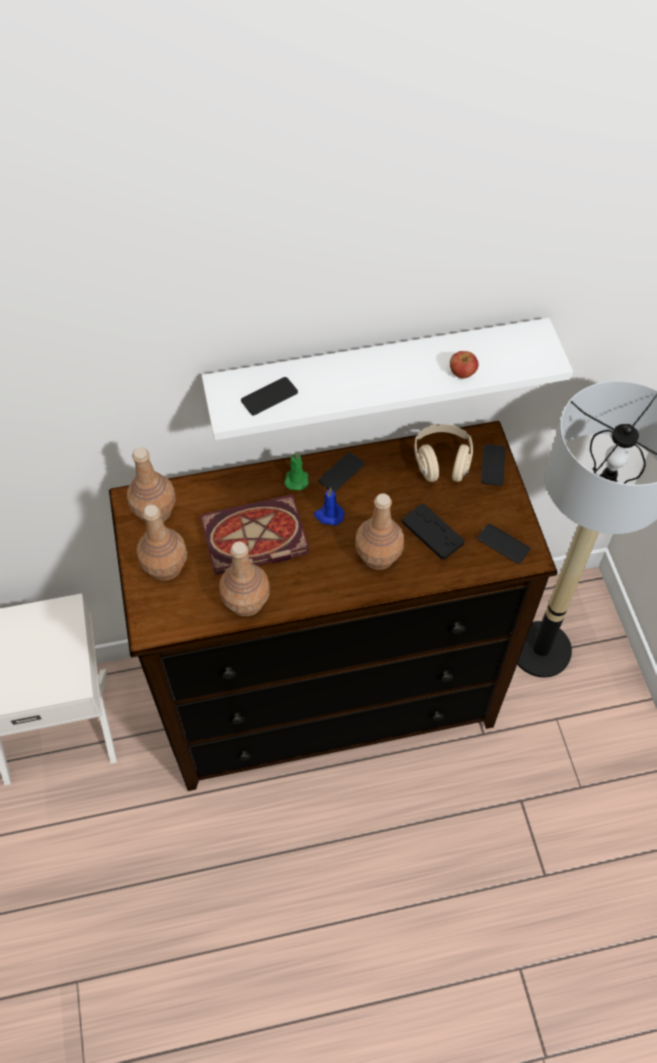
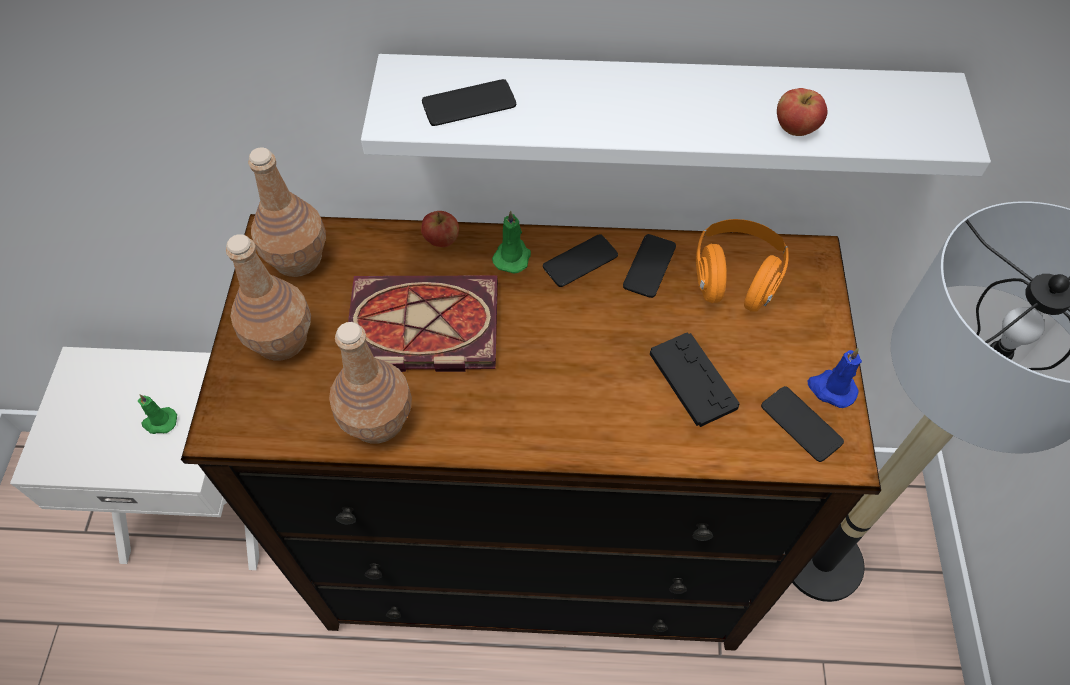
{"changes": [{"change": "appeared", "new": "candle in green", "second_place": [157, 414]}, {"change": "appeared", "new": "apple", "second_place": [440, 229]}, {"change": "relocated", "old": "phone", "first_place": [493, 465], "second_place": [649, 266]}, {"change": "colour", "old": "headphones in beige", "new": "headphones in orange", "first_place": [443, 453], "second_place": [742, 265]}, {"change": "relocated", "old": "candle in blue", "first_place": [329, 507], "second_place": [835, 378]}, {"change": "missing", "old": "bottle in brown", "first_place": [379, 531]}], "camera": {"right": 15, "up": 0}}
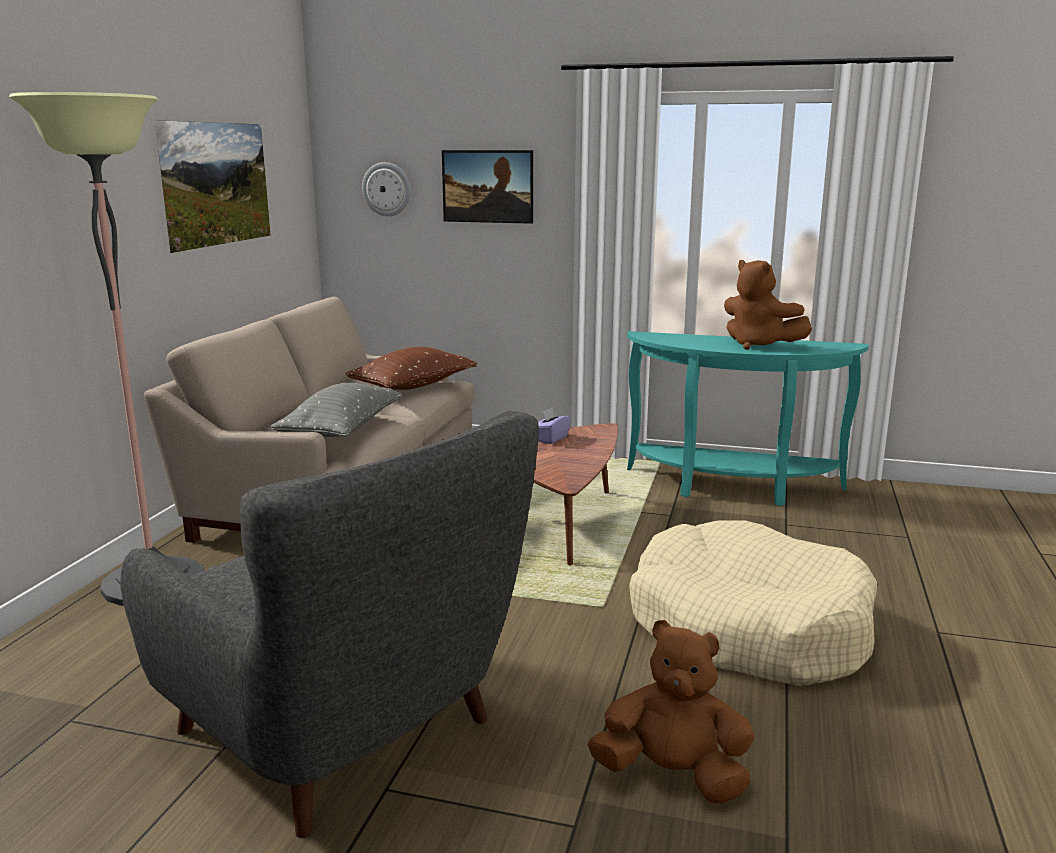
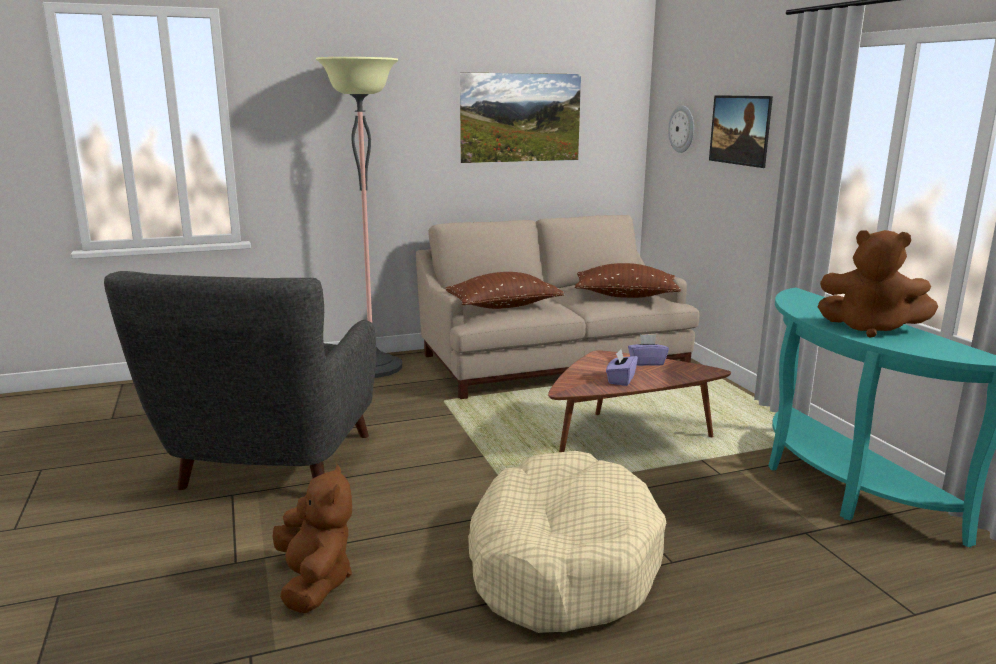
{"changes": [{"change": "colour", "old": "pillow in grey", "new": "pillow in brown", "first_place": [336, 410], "second_place": [505, 290]}, {"change": "appeared", "new": "tissue box in purple", "second_place": [622, 367]}, {"change": "spun", "old": "plush toy in brown", "first_place": [768, 305], "second_place": [878, 284], "degrees": -75}], "camera": {"right": 55, "up": 0}}
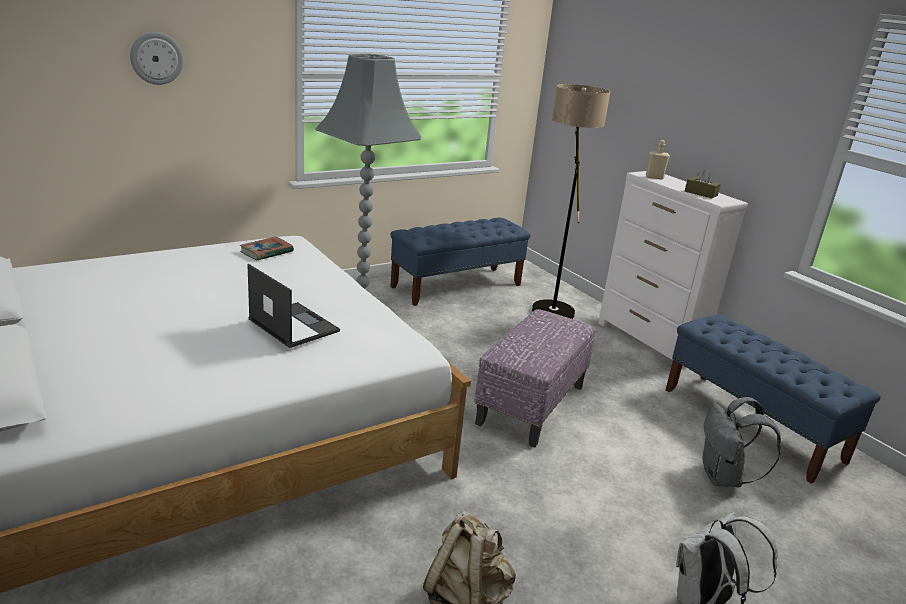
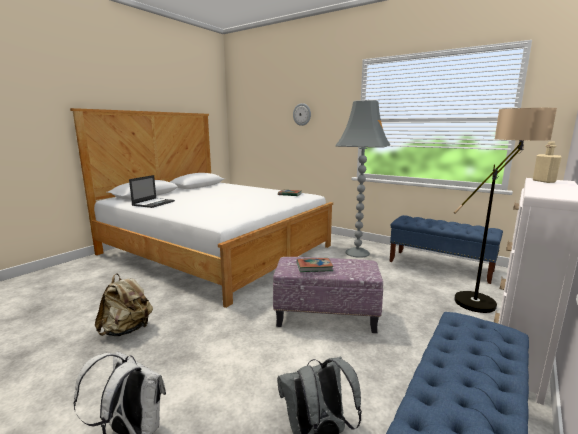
{"changes": [{"change": "relocated", "old": "laptop", "first_place": [293, 306], "second_place": [152, 191]}, {"change": "appeared", "new": "book", "second_place": [315, 265]}, {"change": "missing", "old": "tissue box in brown", "first_place": [703, 183]}], "camera": {"right": 70, "up": -10}}
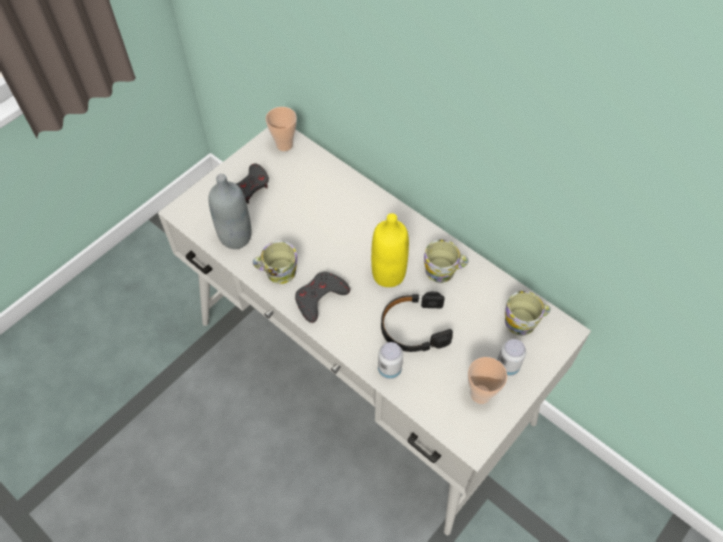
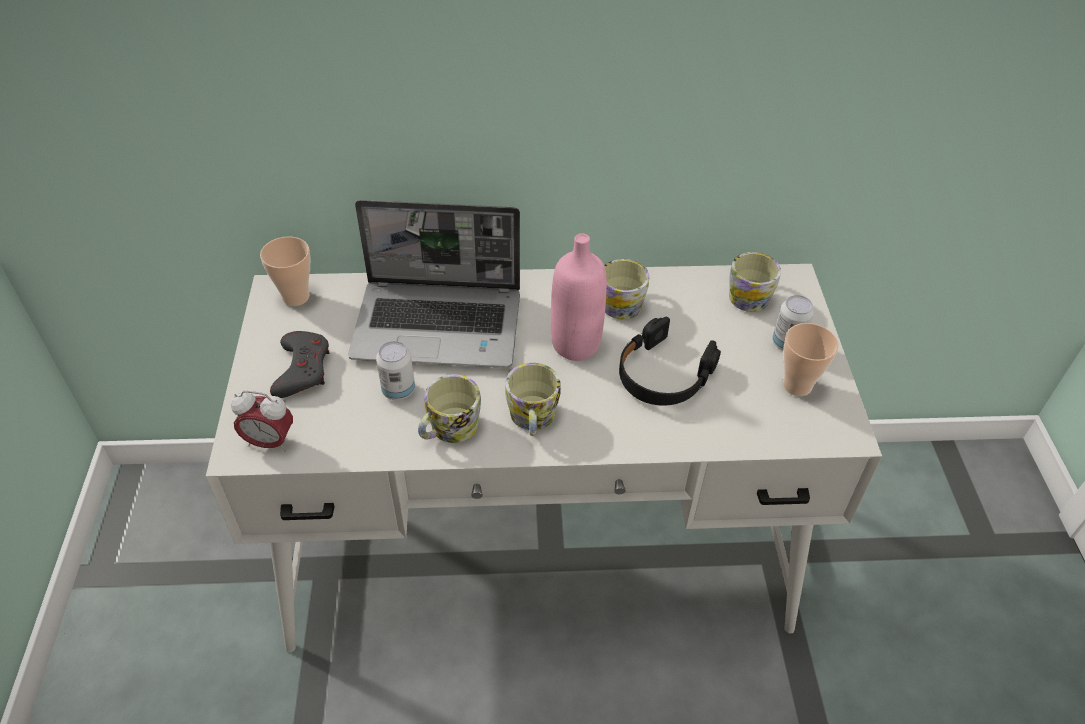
{"changes": [{"change": "appeared", "new": "alarm clock", "second_place": [262, 421]}, {"change": "appeared", "new": "laptop", "second_place": [434, 284]}, {"change": "relocated", "old": "can", "first_place": [390, 360], "second_place": [395, 370]}, {"change": "exchanged", "old": "game controller in grey", "new": "mug", "first_place": [322, 297], "second_place": [533, 399]}, {"change": "colour", "old": "bottle in yellow", "new": "bottle in pink", "first_place": [390, 250], "second_place": [579, 297]}, {"change": "missing", "old": "bottle in grey", "first_place": [230, 211]}], "camera": {"right": -45, "up": -10}}
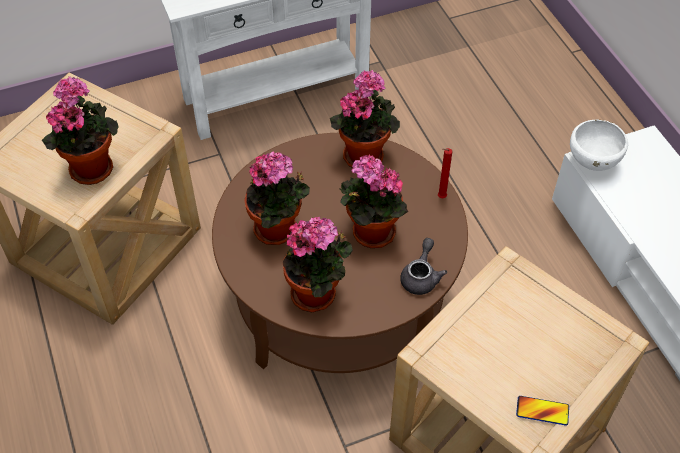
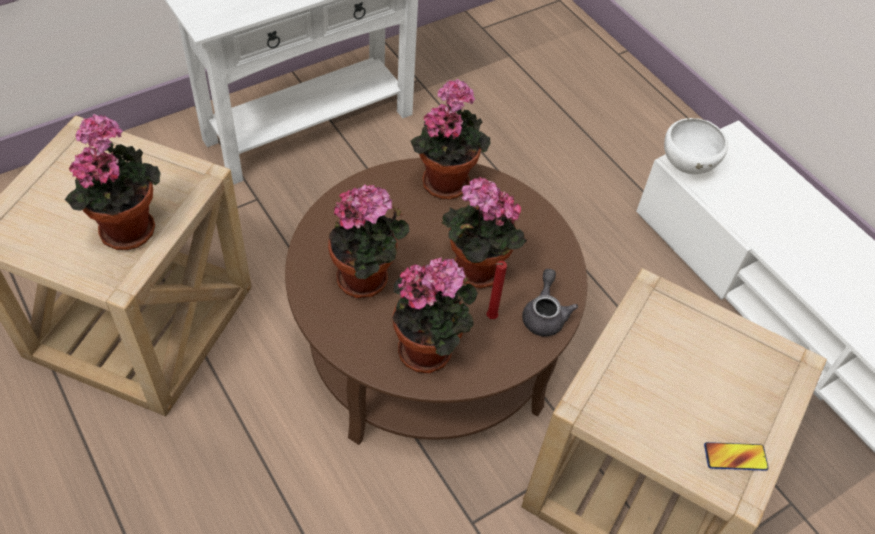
{"changes": [{"change": "relocated", "old": "candle in red", "first_place": [445, 173], "second_place": [496, 290]}], "camera": {"right": -15, "up": 0}}
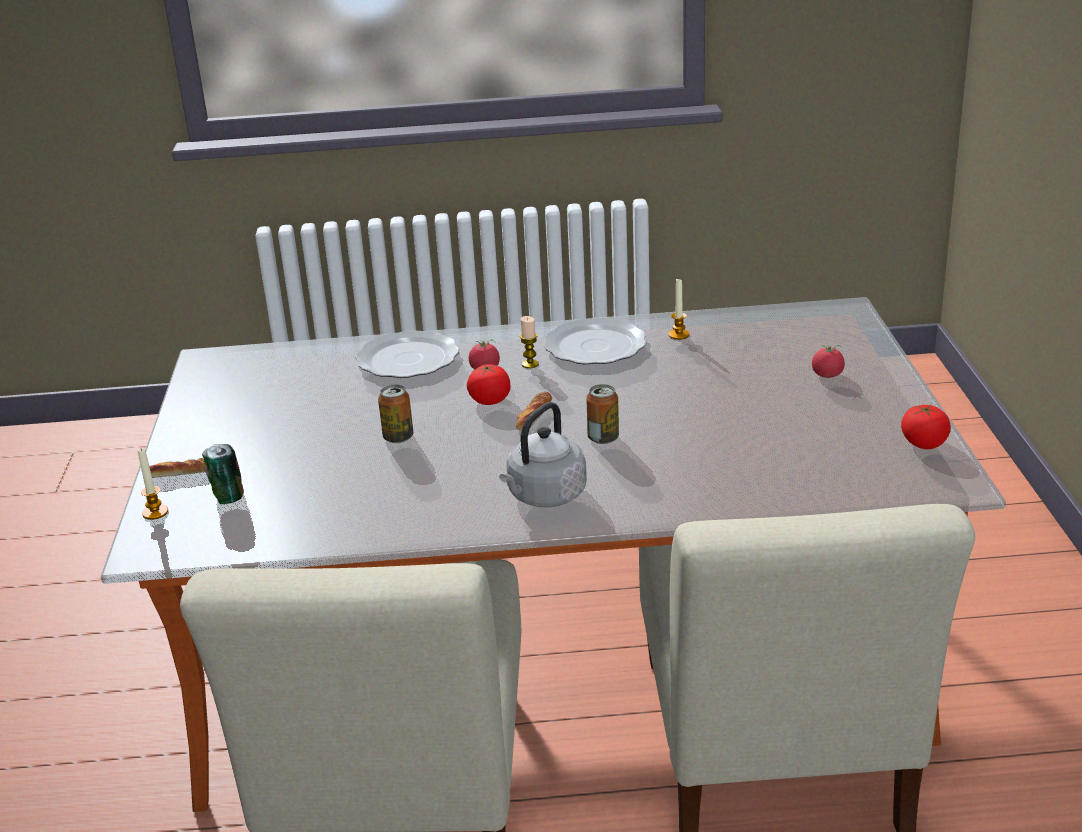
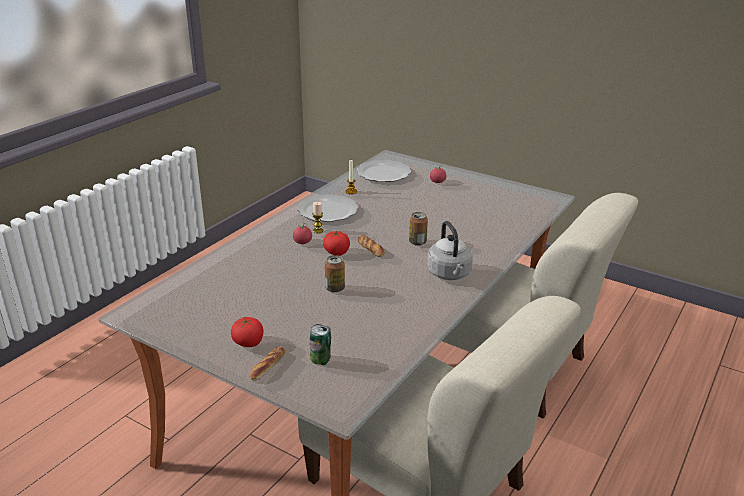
{"changes": [{"change": "relocated", "old": "tomato", "first_place": [926, 427], "second_place": [247, 332]}, {"change": "relocated", "old": "plate", "first_place": [407, 354], "second_place": [384, 171]}, {"change": "missing", "old": "candle", "first_place": [153, 484]}], "camera": {"right": -55, "up": 0}}
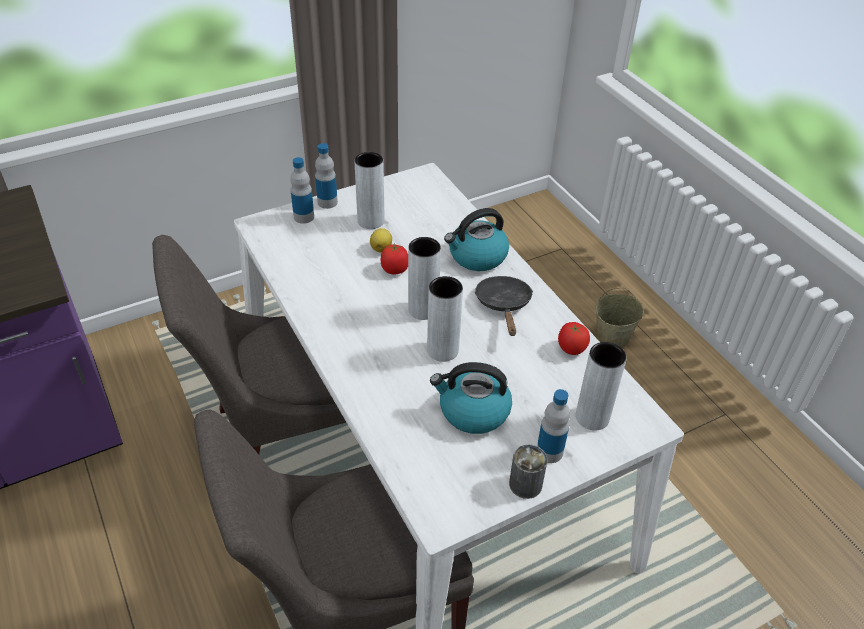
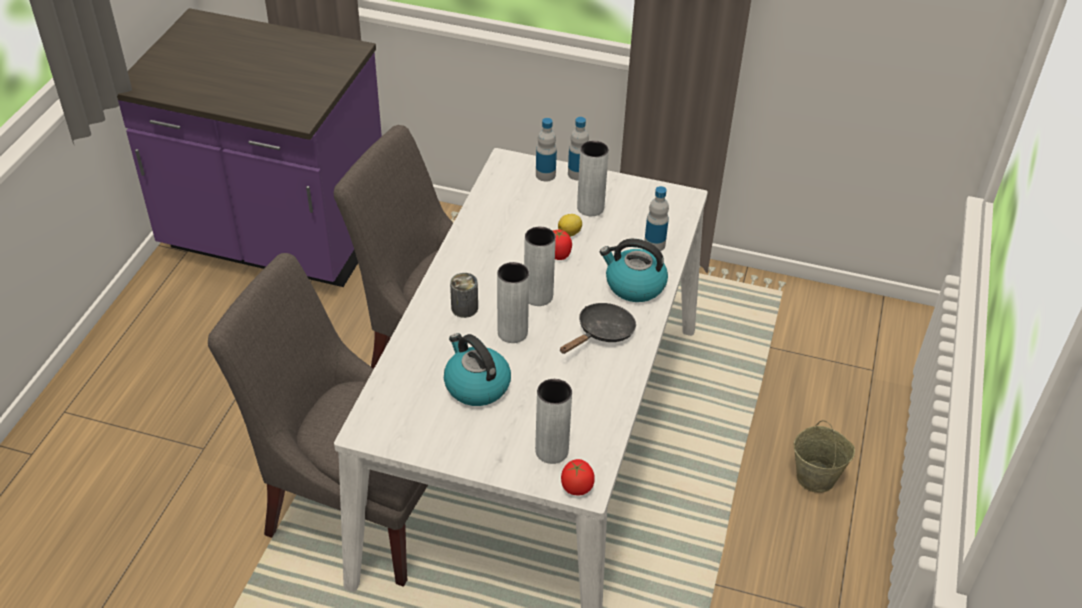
{"changes": [{"change": "relocated", "old": "can", "first_place": [528, 472], "second_place": [464, 295]}, {"change": "relocated", "old": "tomato", "first_place": [574, 338], "second_place": [578, 477]}, {"change": "relocated", "old": "bottle", "first_place": [553, 426], "second_place": [656, 218]}], "camera": {"right": 45, "up": 0}}
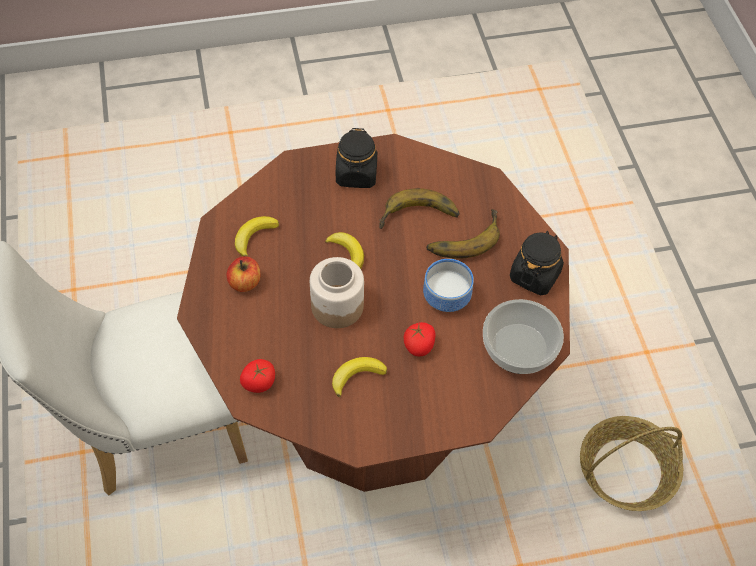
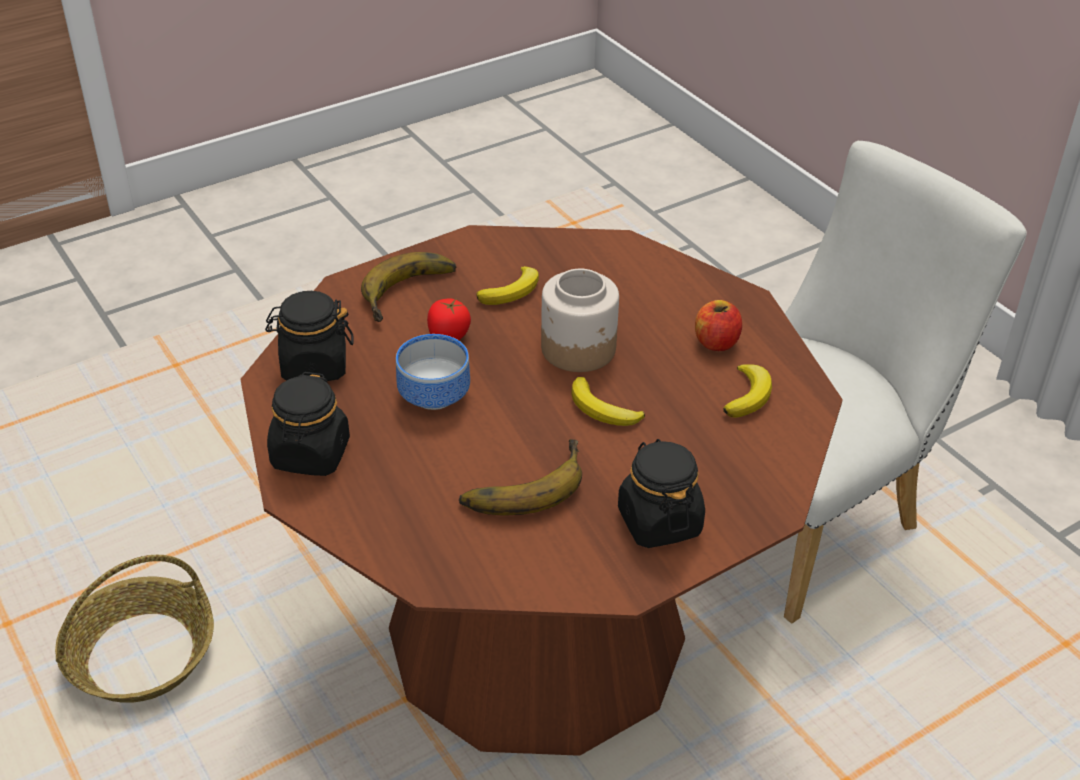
{"changes": [{"change": "exchanged", "old": "bowl", "new": "jar in black", "first_place": [523, 336], "second_place": [309, 336]}, {"change": "relocated", "old": "banana", "first_place": [463, 234], "second_place": [408, 287]}, {"change": "missing", "old": "tomato", "first_place": [257, 376]}], "camera": {"right": 160, "up": -15}}
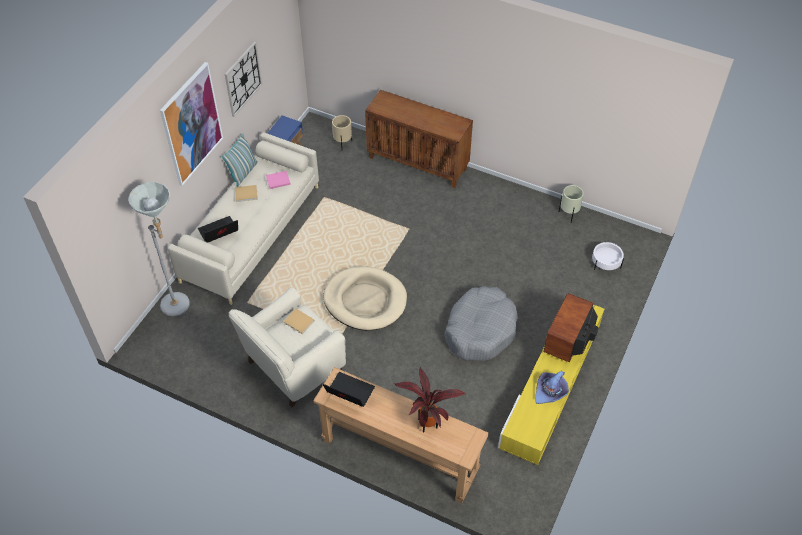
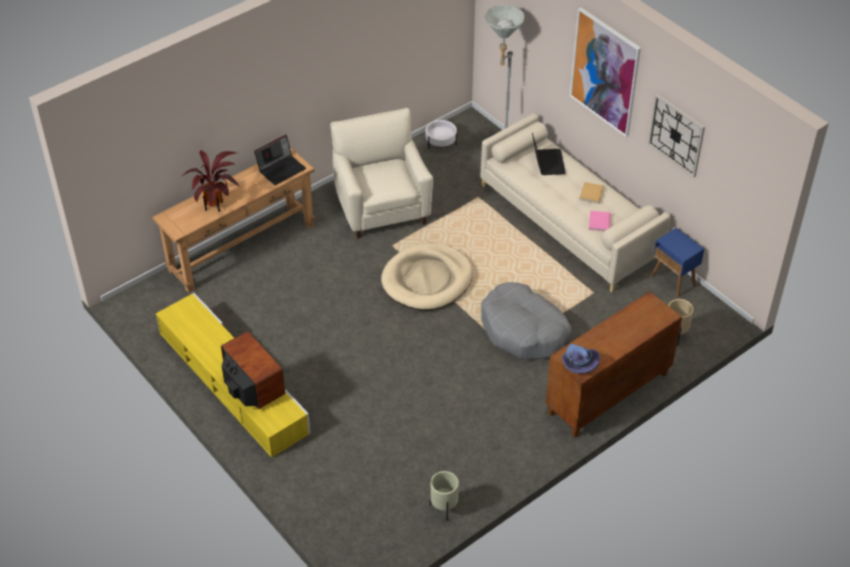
{"changes": [{"change": "relocated", "old": "planter in white", "first_place": [608, 255], "second_place": [441, 134]}, {"change": "relocated", "old": "dog bed in grey", "first_place": [481, 323], "second_place": [526, 320]}, {"change": "relocated", "old": "hat in purple", "first_place": [552, 387], "second_place": [581, 359]}, {"change": "missing", "old": "pillow", "first_place": [240, 160]}, {"change": "missing", "old": "book in beige", "first_place": [299, 321]}], "camera": {"right": 115, "up": -5}}
